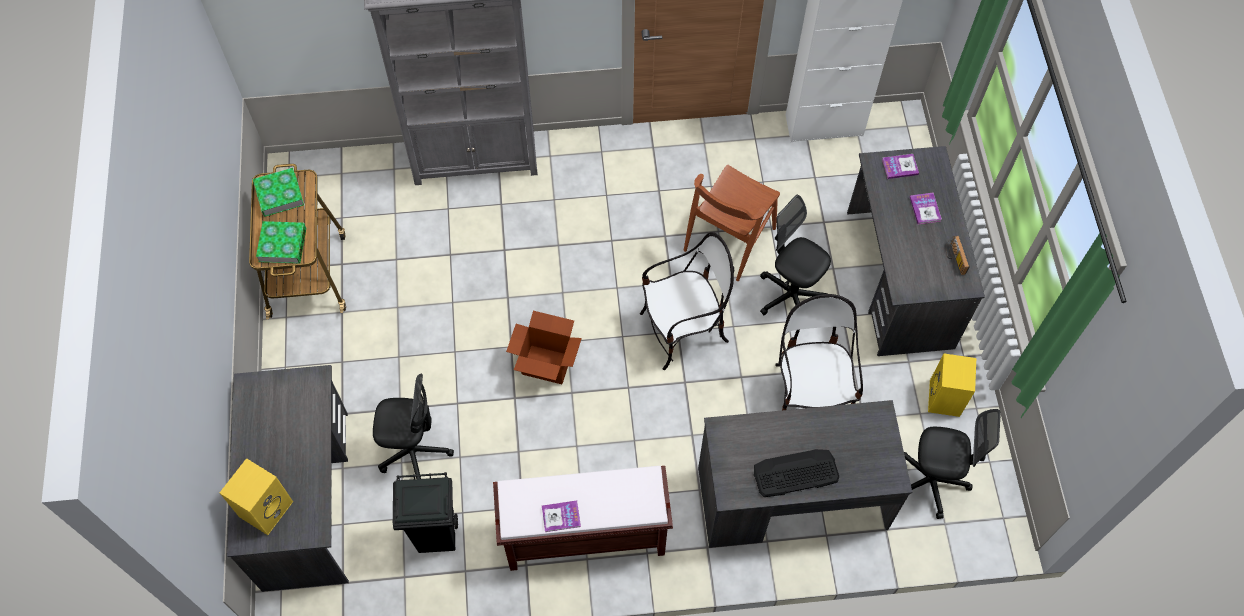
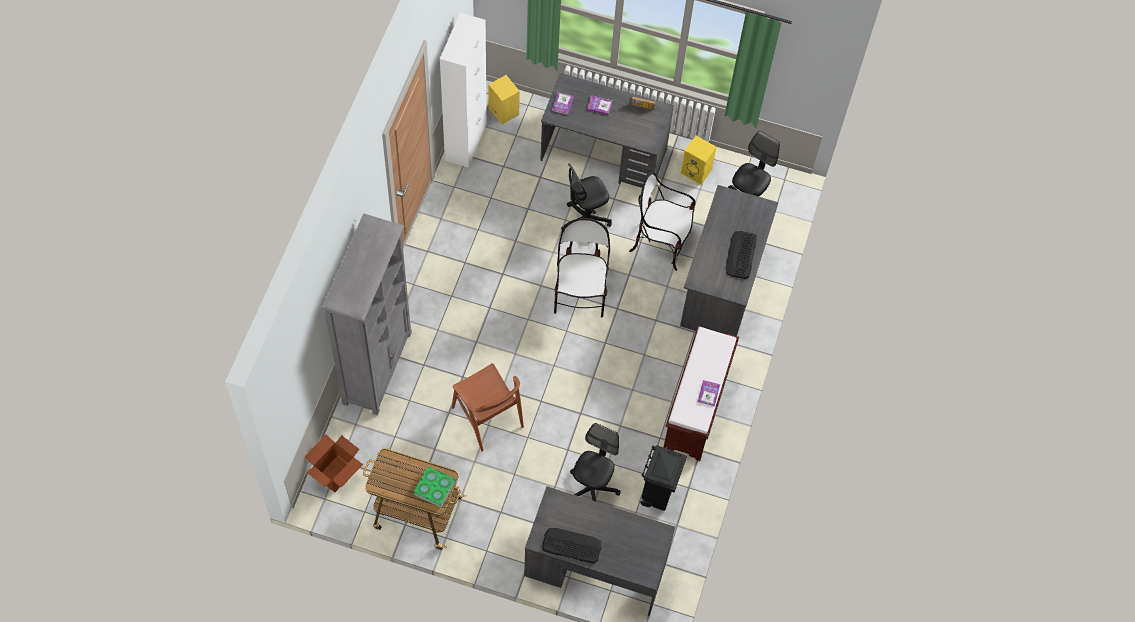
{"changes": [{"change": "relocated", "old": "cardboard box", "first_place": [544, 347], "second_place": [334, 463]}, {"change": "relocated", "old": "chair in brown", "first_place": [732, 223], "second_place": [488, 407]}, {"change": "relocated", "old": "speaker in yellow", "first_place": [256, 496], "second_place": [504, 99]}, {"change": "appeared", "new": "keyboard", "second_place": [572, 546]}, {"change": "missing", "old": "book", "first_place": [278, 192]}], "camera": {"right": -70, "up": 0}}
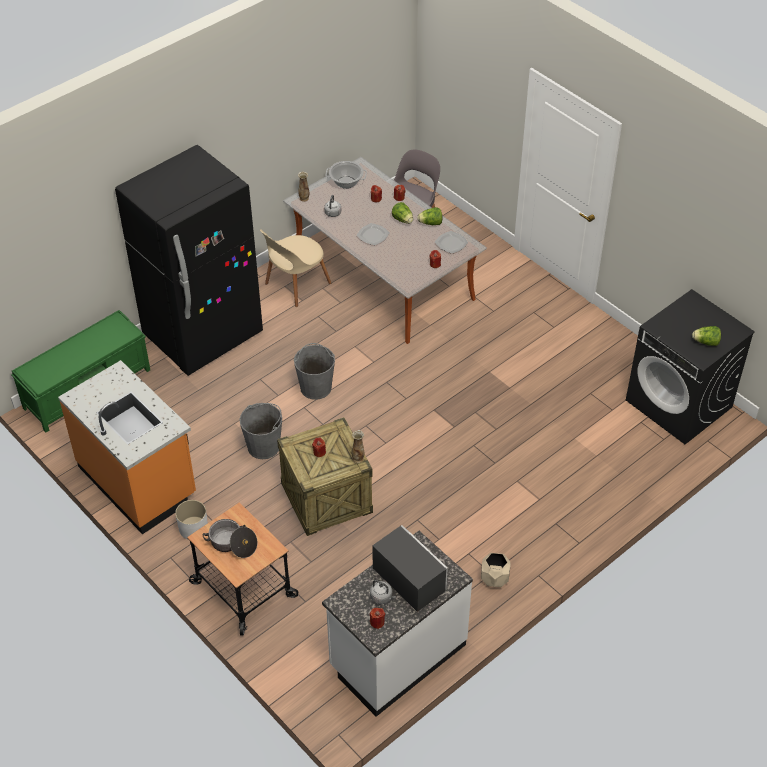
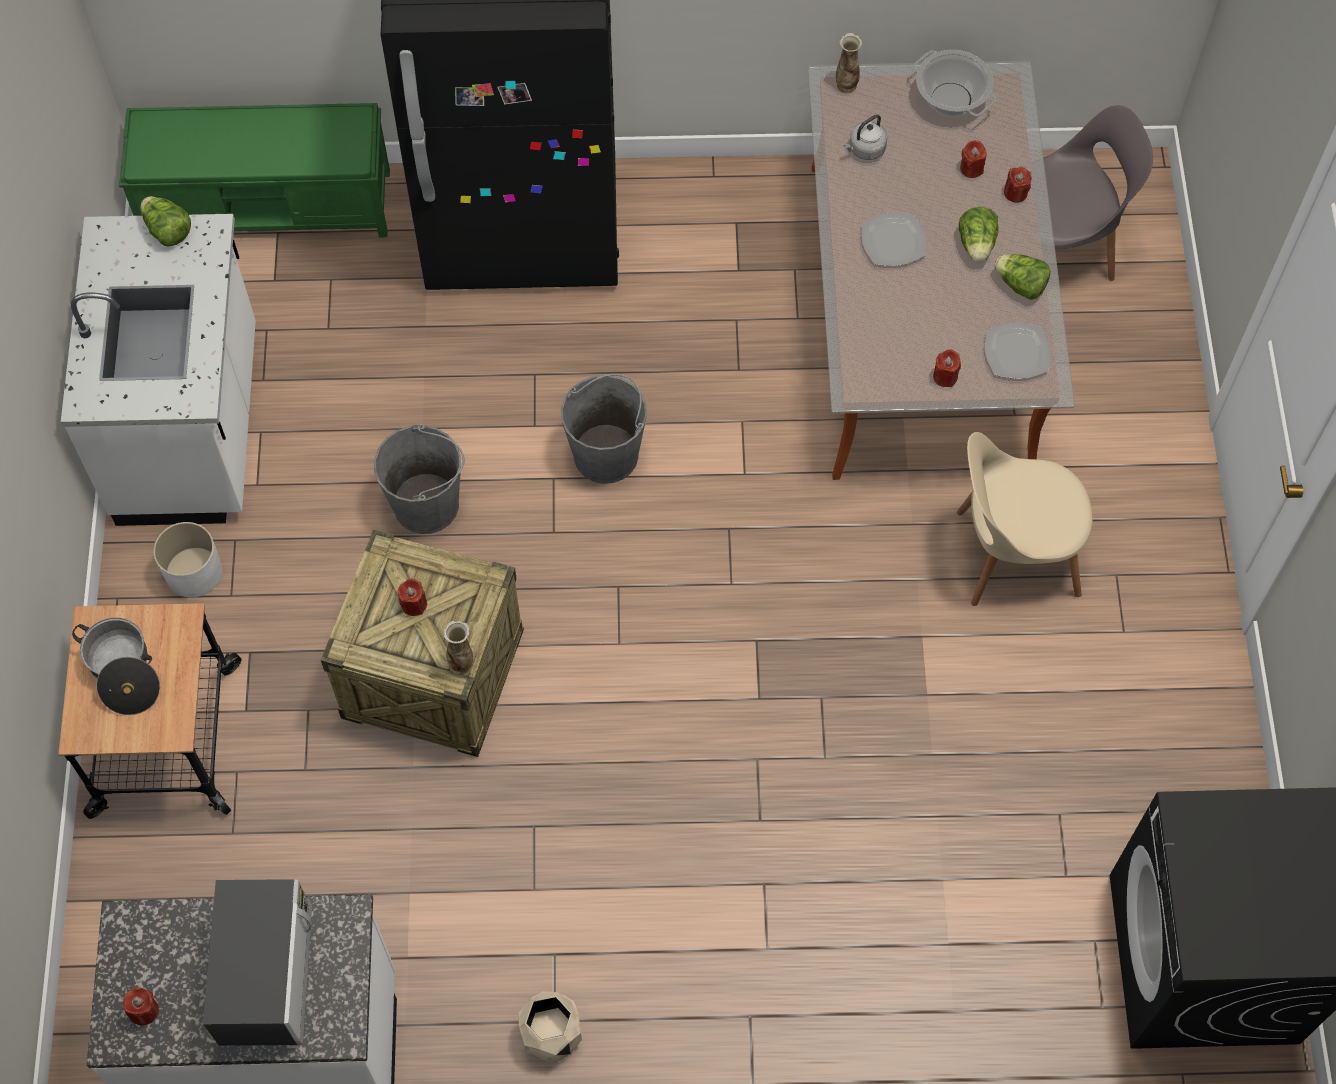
{"changes": [{"change": "colour", "old": "counter in orange", "new": "counter in white", "first_place": [127, 447], "second_place": [158, 370]}, {"change": "relocated", "old": "lettuce", "first_place": [706, 336], "second_place": [165, 221]}, {"change": "relocated", "old": "chair in beige", "first_place": [295, 268], "second_place": [1025, 519]}, {"change": "missing", "old": "kettle in grey", "first_place": [383, 592]}], "camera": {"right": 40, "up": 15}}
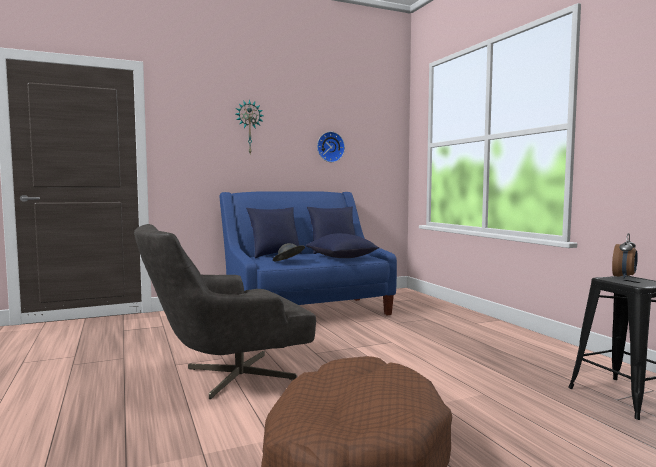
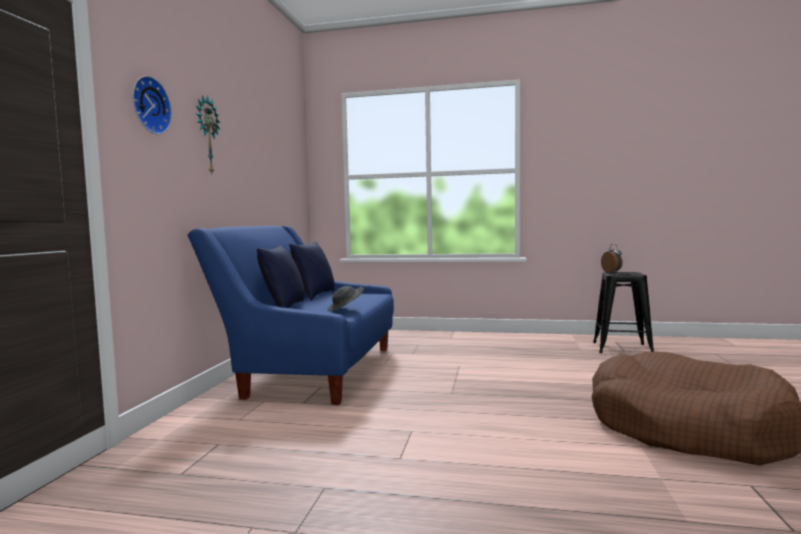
{"changes": [{"change": "relocated", "old": "wall clock", "first_place": [331, 146], "second_place": [152, 105]}, {"change": "missing", "old": "armchair in grey", "first_place": [225, 311]}, {"change": "missing", "old": "pillow in blue", "first_place": [342, 245]}], "camera": {"right": -55, "up": 0}}
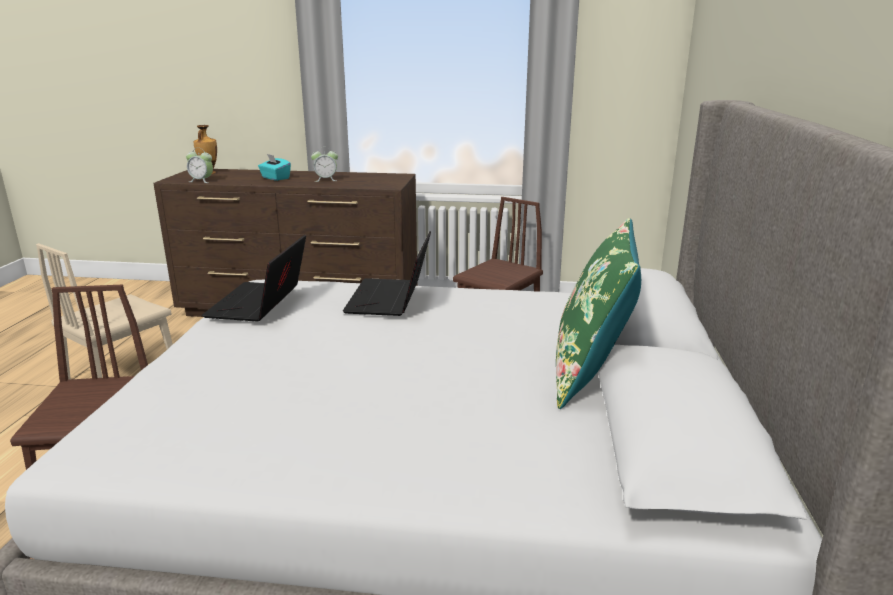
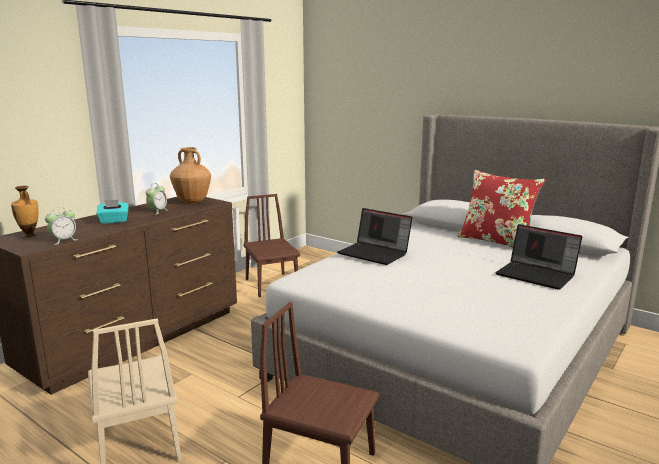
{"changes": [{"change": "appeared", "new": "vase in brown", "second_place": [190, 175]}, {"change": "colour", "old": "pillow in green", "new": "pillow in red", "first_place": [598, 313], "second_place": [501, 208]}, {"change": "relocated", "old": "laptop", "first_place": [254, 278], "second_place": [538, 257]}], "camera": {"right": -60, "up": -5}}
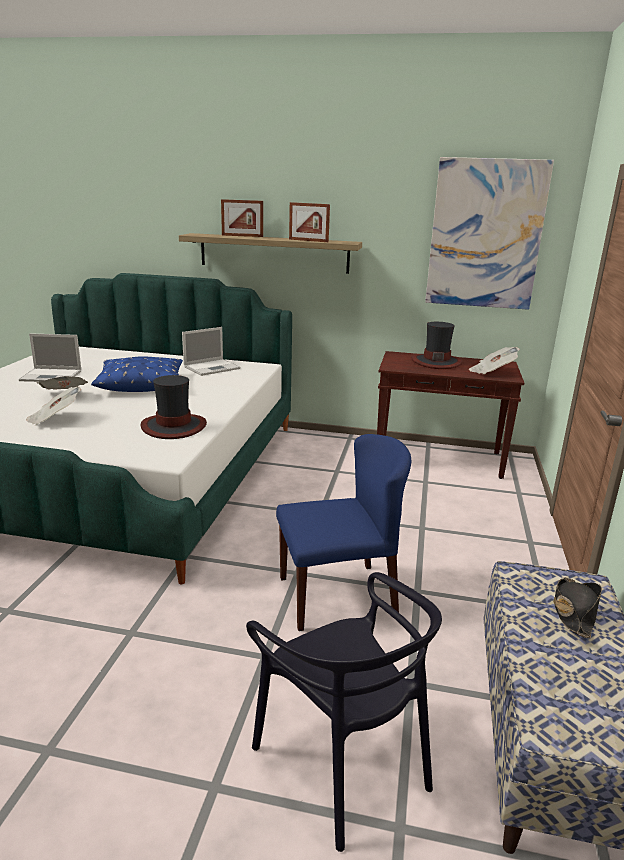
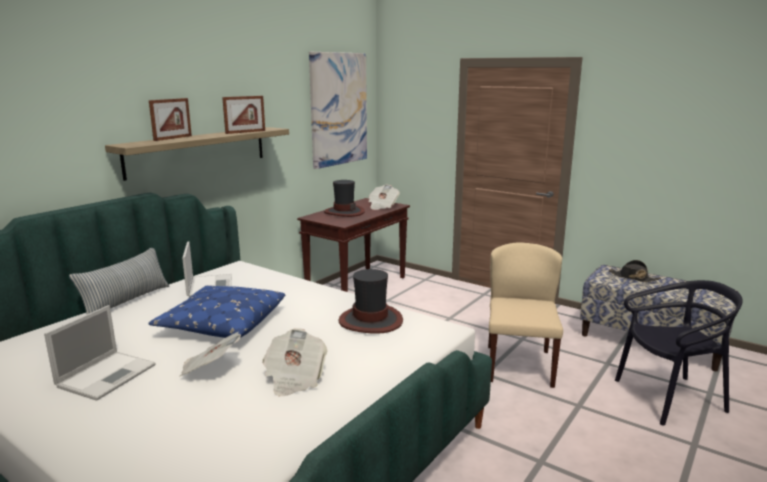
{"changes": [{"change": "appeared", "new": "pillow", "second_place": [119, 281]}, {"change": "colour", "old": "chair in blue", "new": "chair in beige", "first_place": [343, 532], "second_place": [525, 315]}], "camera": {"right": -65, "up": -5}}
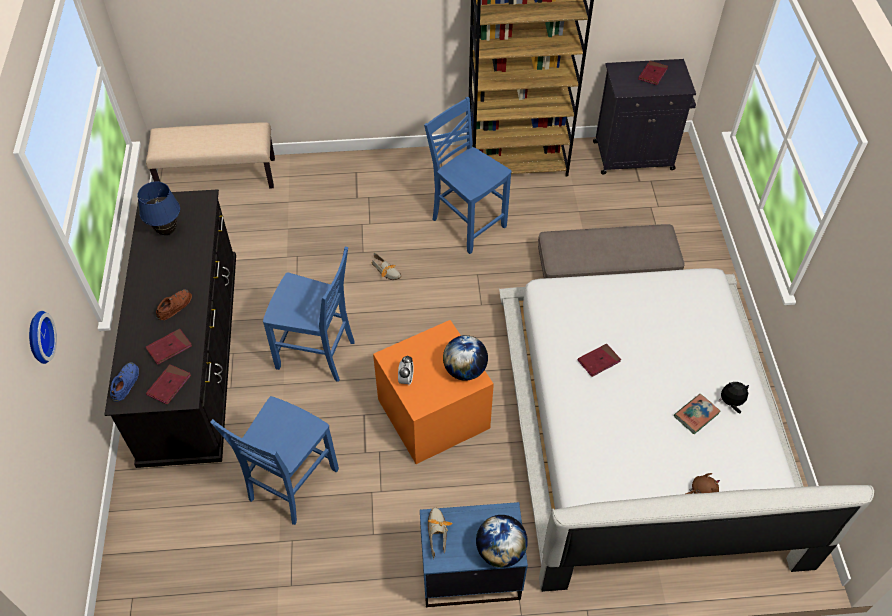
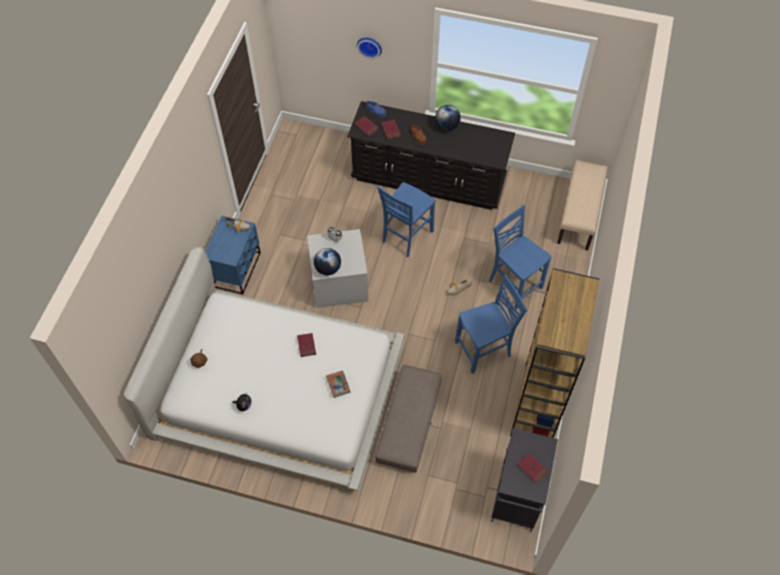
{"changes": [{"change": "colour", "old": "storage box in orange", "new": "storage box in grey", "first_place": [433, 392], "second_place": [337, 268]}, {"change": "relocated", "old": "book", "first_place": [697, 414], "second_place": [338, 384]}, {"change": "relocated", "old": "globe", "first_place": [502, 541], "second_place": [448, 118]}, {"change": "relocated", "old": "chair in blue", "first_place": [274, 460], "second_place": [520, 257]}, {"change": "missing", "old": "table lamp in blue", "first_place": [159, 208]}], "camera": {"right": 110, "up": 5}}
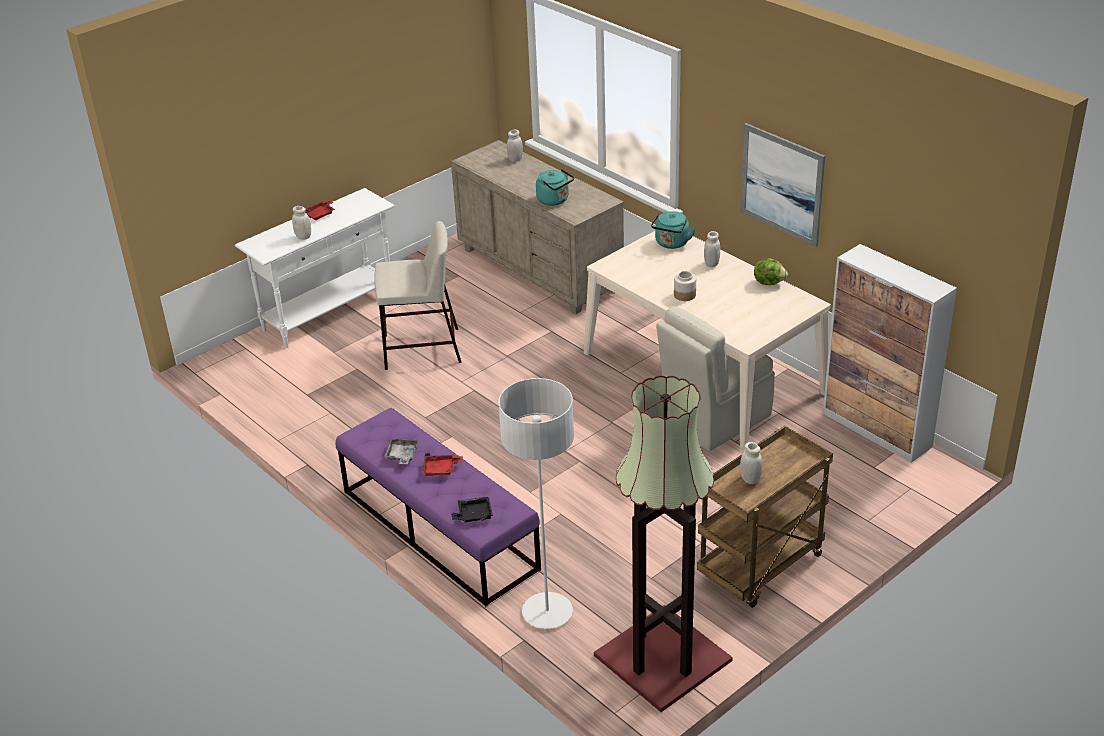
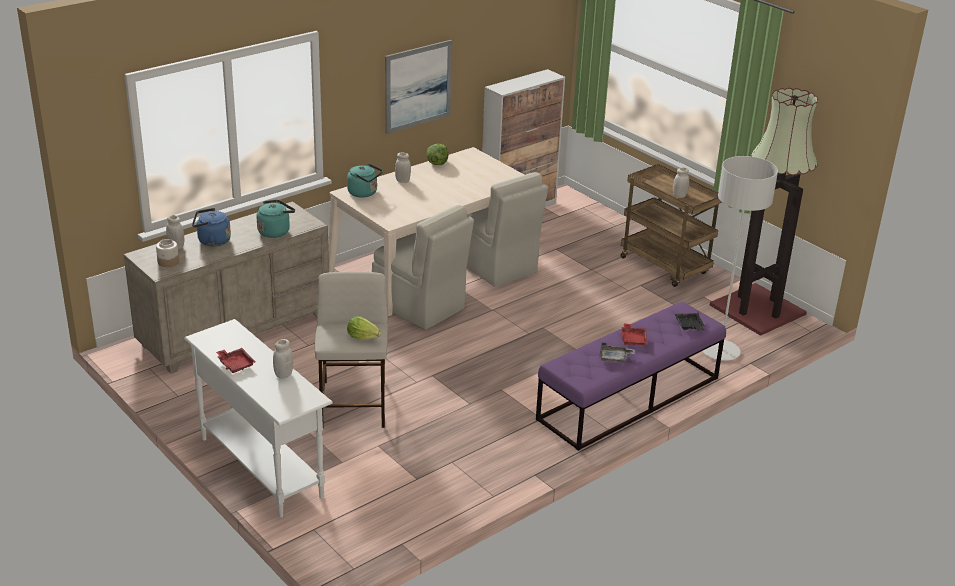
{"changes": [{"change": "relocated", "old": "jar", "first_place": [685, 286], "second_place": [167, 253]}, {"change": "appeared", "new": "kettle in blue", "second_place": [211, 227]}, {"change": "appeared", "new": "lettuce", "second_place": [364, 327]}, {"change": "appeared", "new": "chair in beige", "second_place": [423, 267]}], "camera": {"right": -90, "up": -5}}
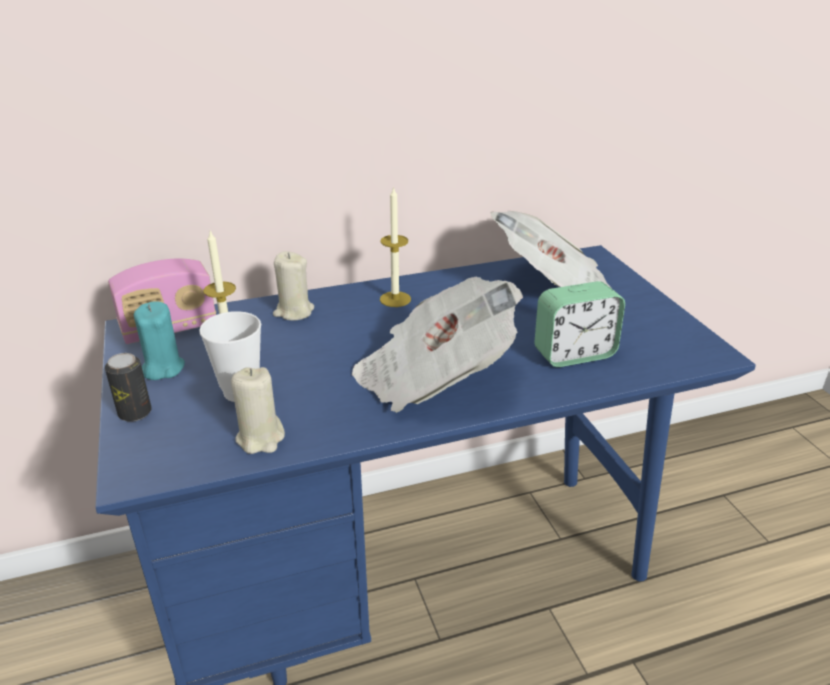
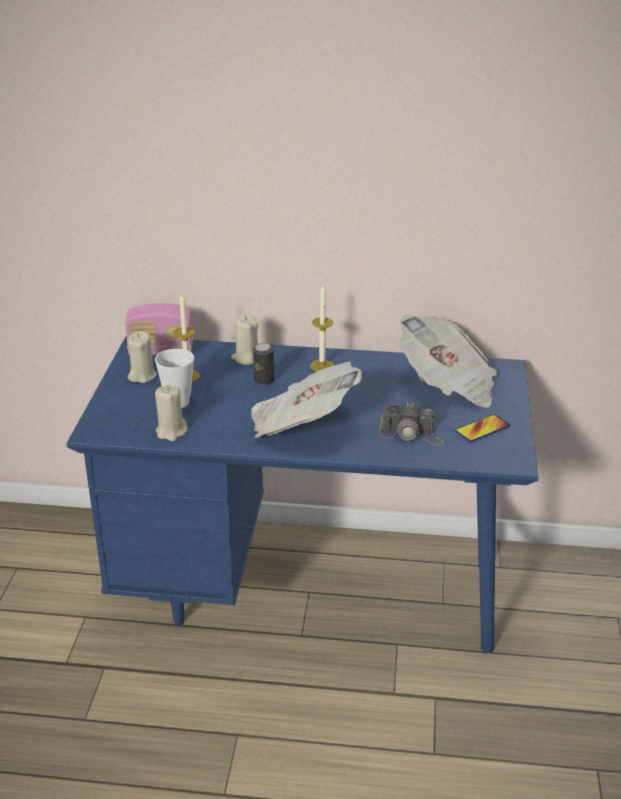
{"changes": [{"change": "colour", "old": "candle in turquoise", "new": "candle in beige", "first_place": [159, 340], "second_place": [142, 357]}, {"change": "relocated", "old": "can", "first_place": [128, 387], "second_place": [263, 364]}, {"change": "exchanged", "old": "alarm clock", "new": "photo camera", "first_place": [579, 324], "second_place": [411, 424]}, {"change": "appeared", "new": "phone", "second_place": [482, 428]}], "camera": {"right": 25, "up": 0}}
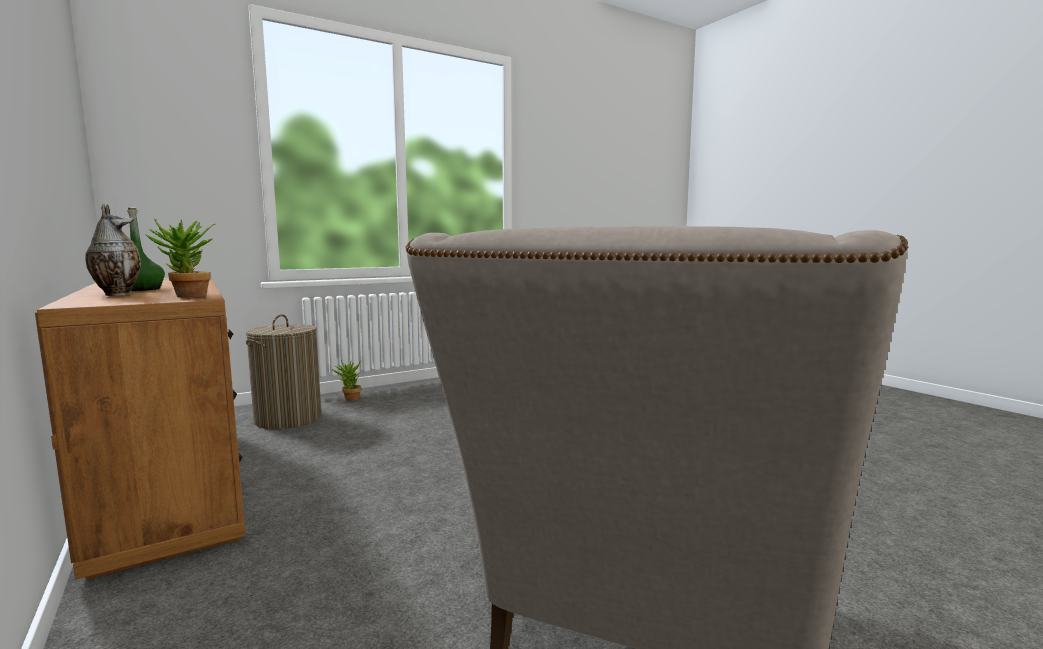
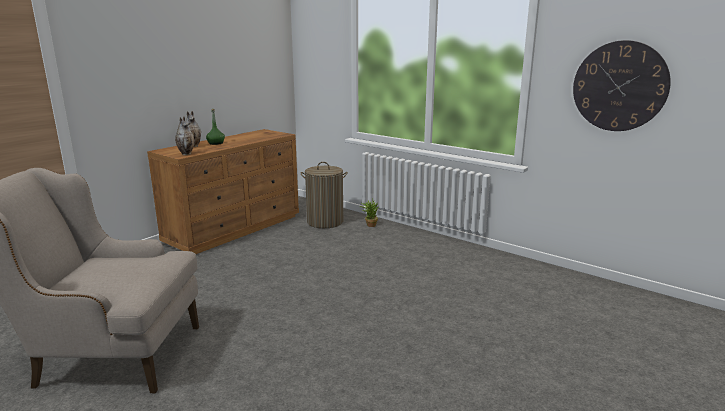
{"changes": [{"change": "exchanged", "old": "potted plant", "new": "vase", "first_place": [180, 258], "second_place": [185, 135]}, {"change": "appeared", "new": "wall clock", "second_place": [622, 85]}], "camera": {"right": 70, "up": 10}}
